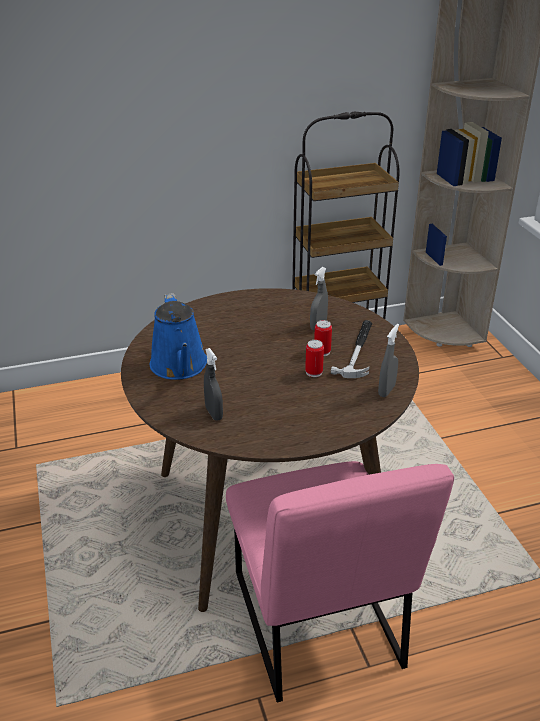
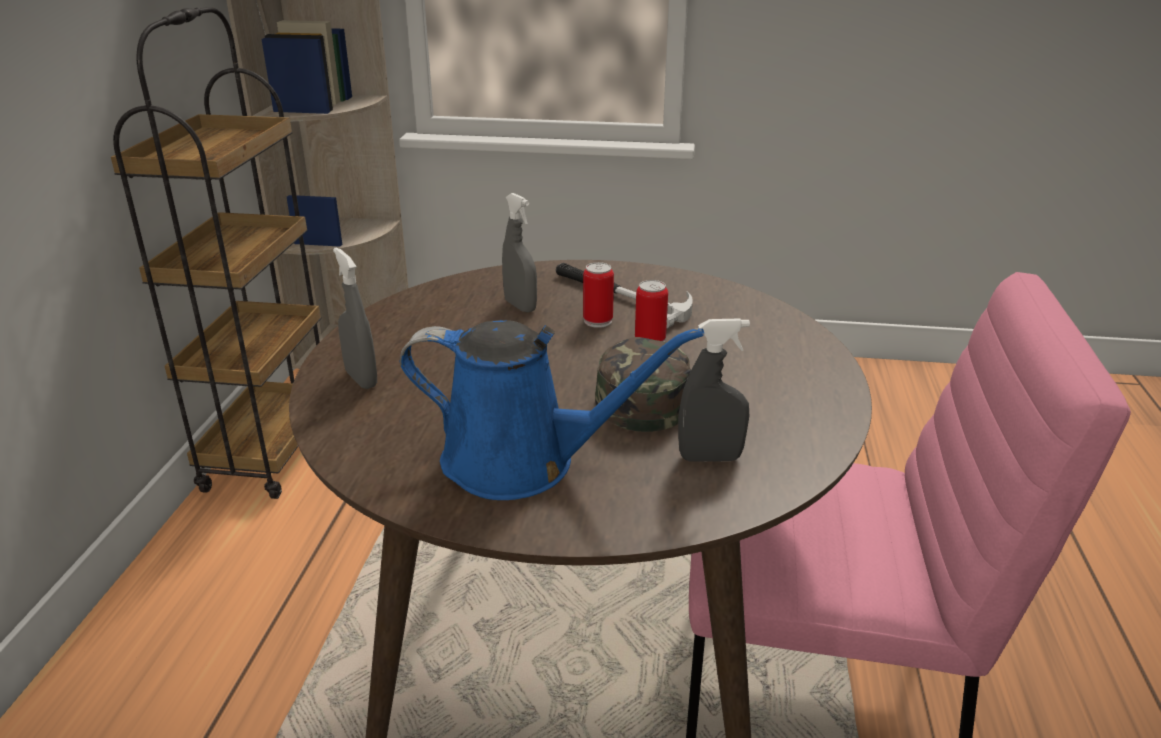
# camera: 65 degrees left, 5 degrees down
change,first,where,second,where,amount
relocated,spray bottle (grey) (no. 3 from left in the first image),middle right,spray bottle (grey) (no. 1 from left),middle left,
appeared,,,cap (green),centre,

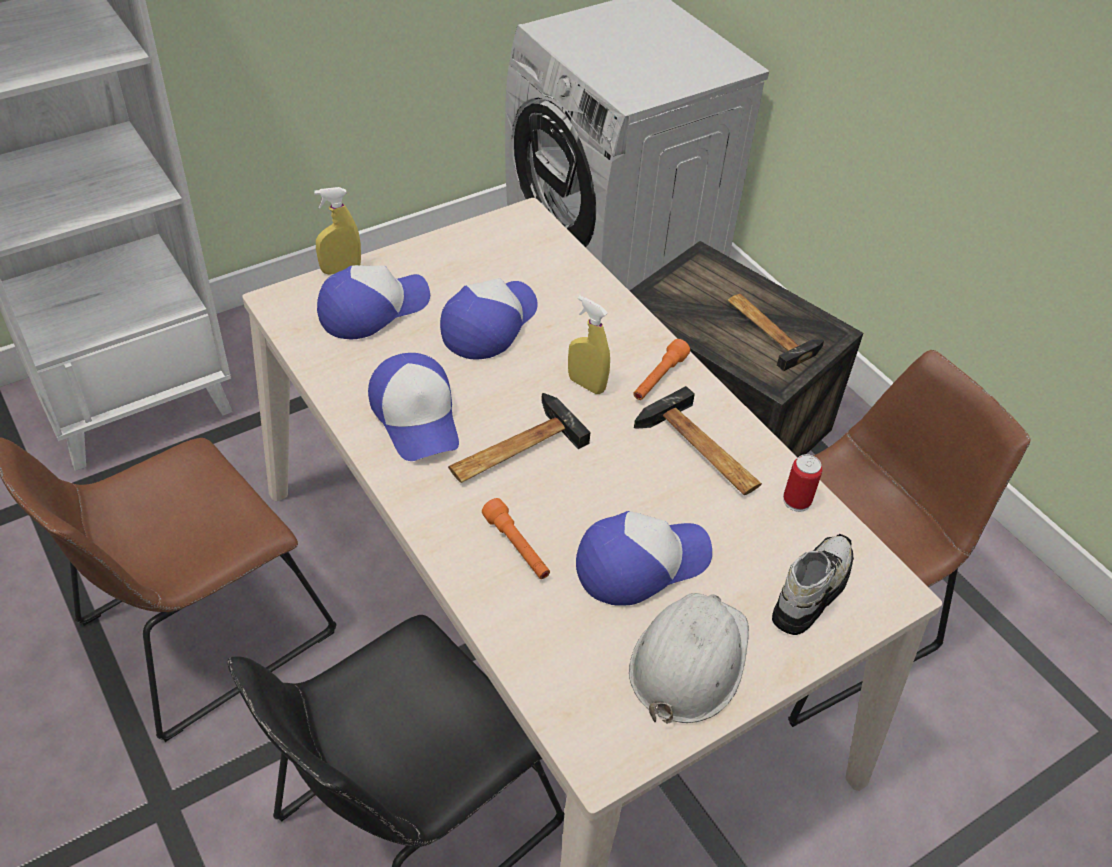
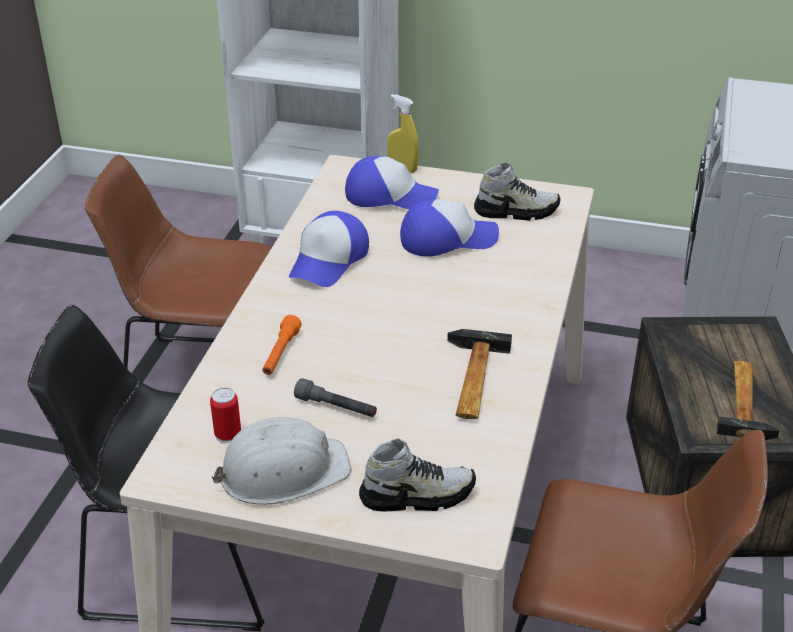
# camera: 50 degrees right, 10 degrees down
change,first,where,second,where,amount
relocated,can,middle right,,middle left,
exchanged,cap (no. 4 from left),centre,flashlight (grey),centre,
appeared,,,shoe (no. 2 from left),top centre,
missing,hammer (no. 1 from left),centre,,,
missing,spray bottle (yellow) (no. 2 from left),centre,,,
missing,flashlight (orange) (no. 2 from left),centre,,,

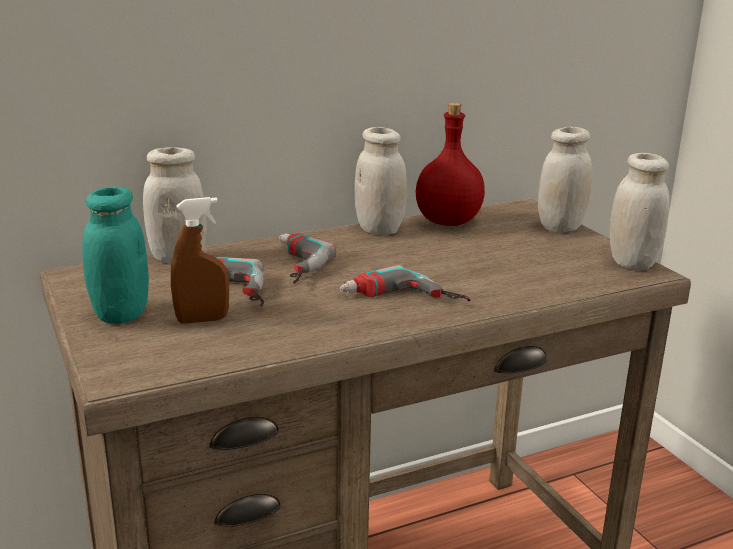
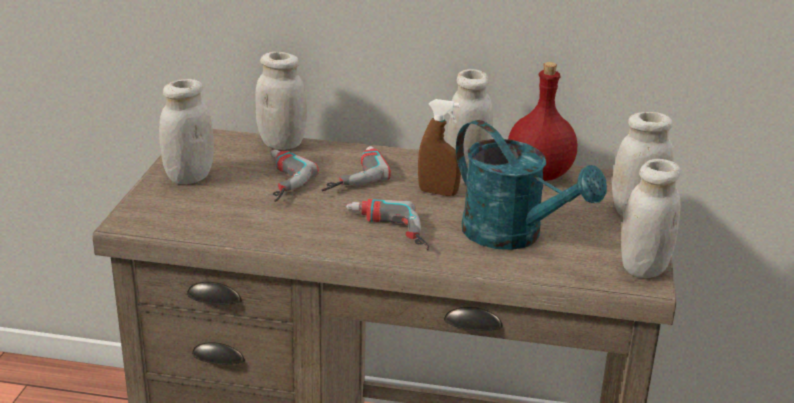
# camera: 35 degrees right, 5 degrees up
change,first,where,second,where,amount
colour,jar (turquoise),middle left,jar (white) (no. 1 from left),top left,
relocated,spray bottle (brown),middle left,,centre,
appeared,,,watering can (turquoise),middle right,

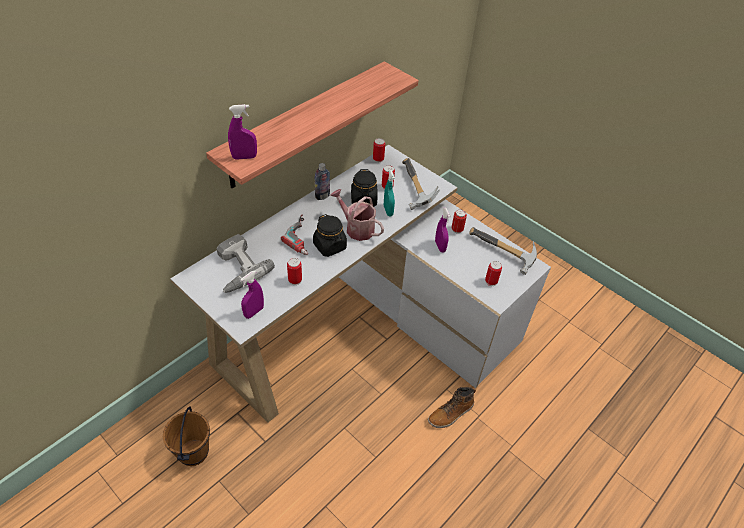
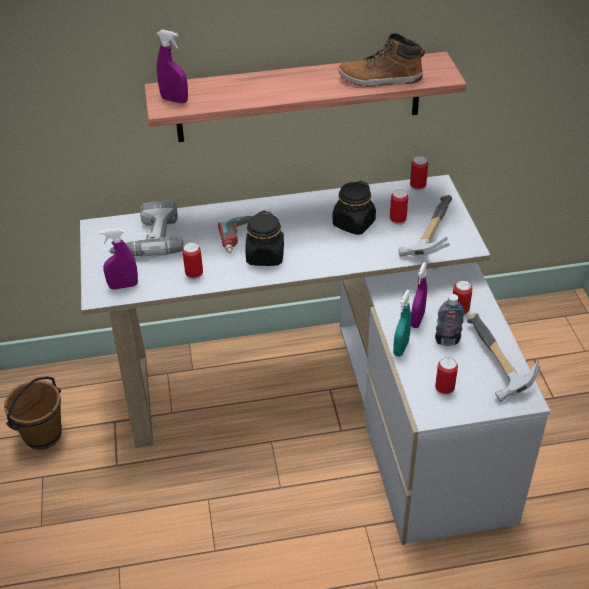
# camera: 40 degrees right, 5 degrees down
change,first,where,second,where,amount
relocated,boot,bottom centre,,top centre,
relocated,spray bottle (turquoise),centre,,middle right,
relocated,bottle,centre,,middle right,
missing,watering can,centre,,,

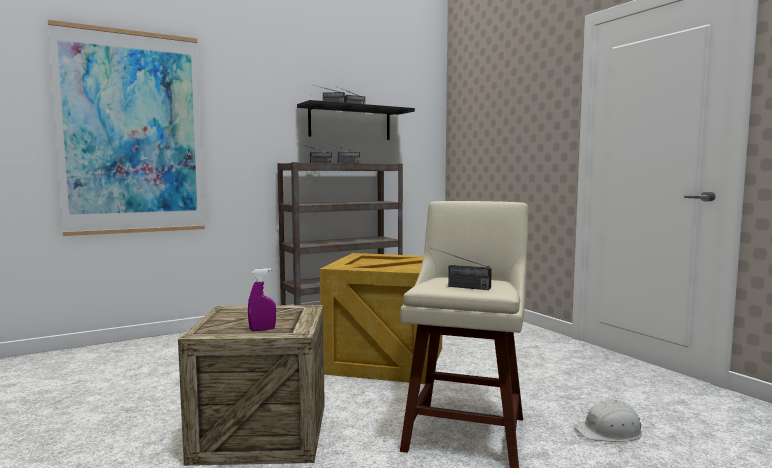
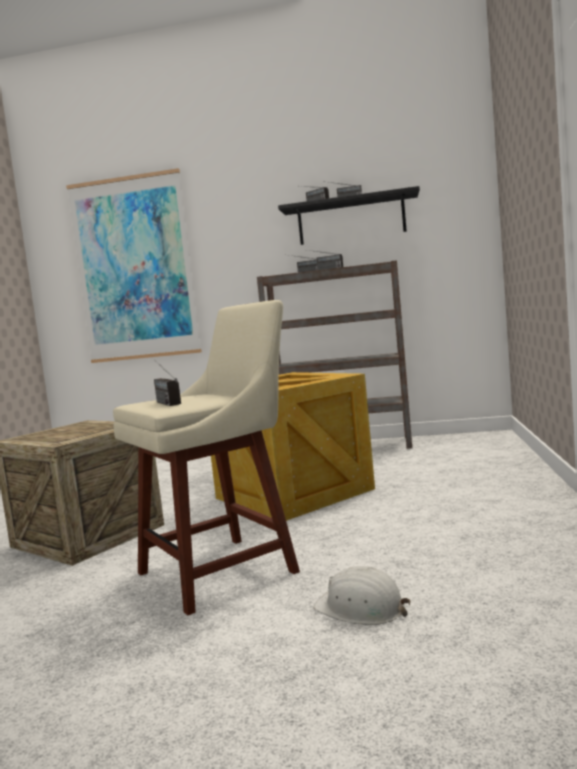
# camera: 40 degrees right, 0 degrees up
change,first,where,second,where,amount
missing,spray bottle (purple),centre,,,

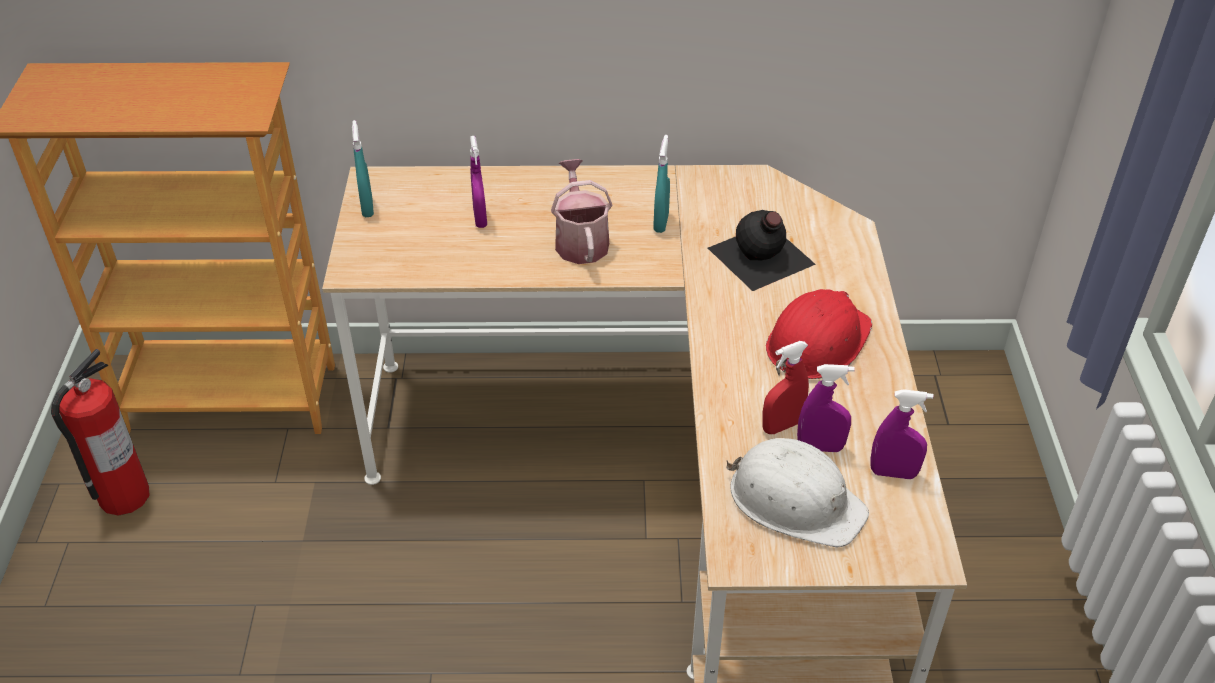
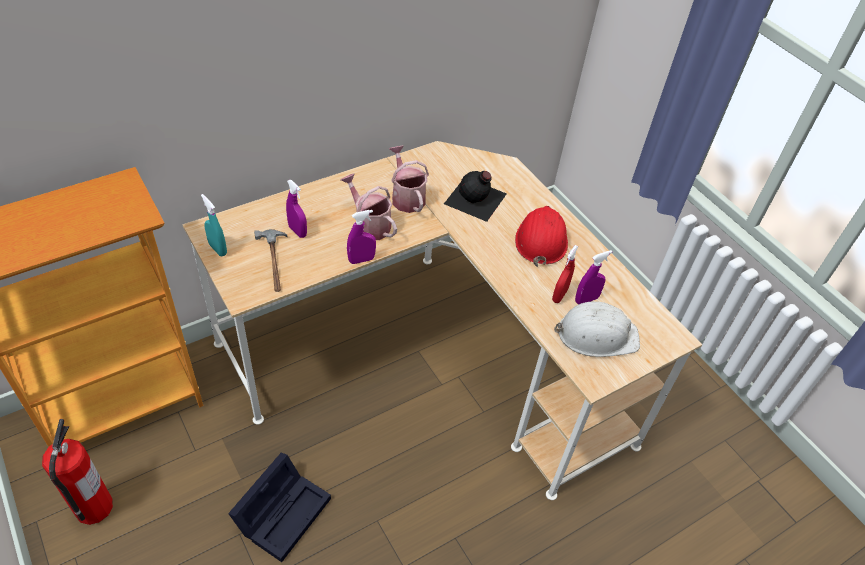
# camera: 35 degrees left, 5 degrees up
change,first,where,second,where,amount
appeared,,,storage box (black),bottom left,
appeared,,,hammer,middle left,
relocated,spray bottle (purple) (no. 3 from left in the first image),middle right,spray bottle (purple) (no. 2 from left),centre,
exchanged,spray bottle (turquoise) (no. 2 from left),top centre,watering can (no. 2 from left),top centre,

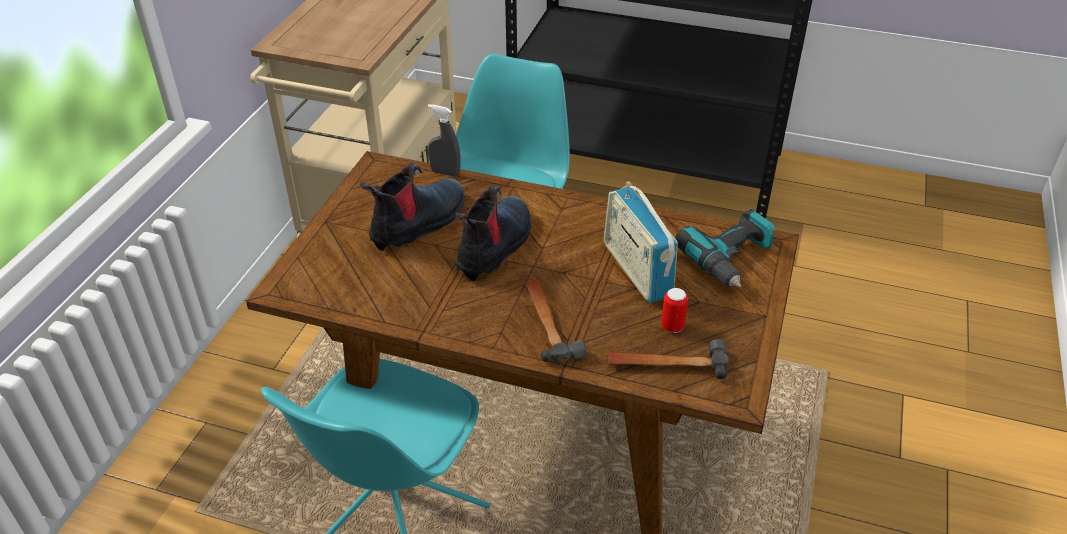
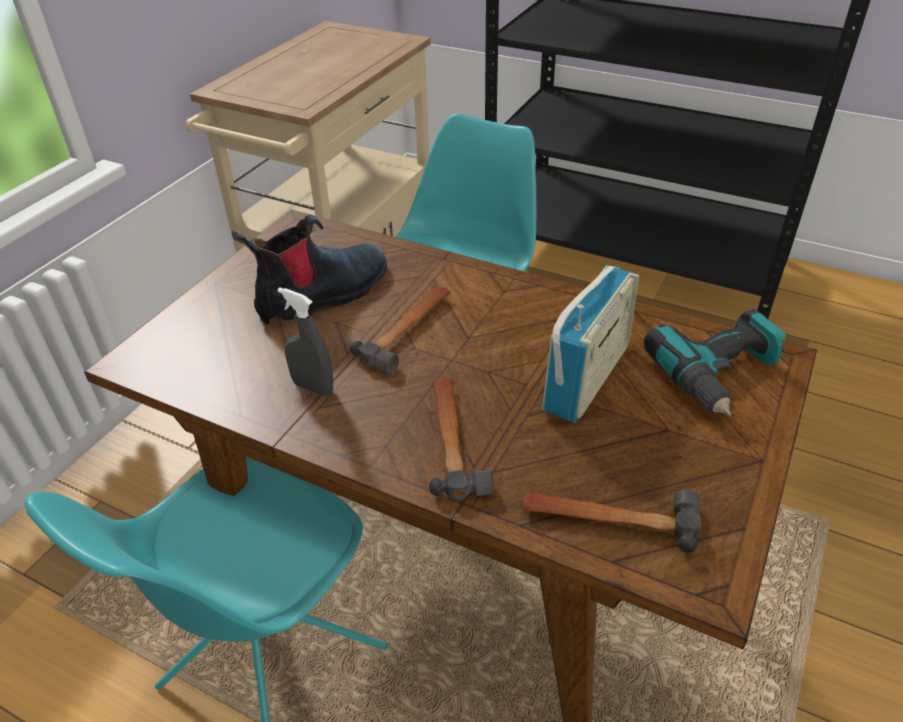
# camera: 10 degrees right, 0 degrees up
change,first,where,second,where,amount
relocated,spray bottle (grey),top centre,,centre,
exchanged,boot (no. 2 from left),centre,hammer (no. 1 from left),centre,
spun,radio,centre,,centre,135 degrees counterclockwise
missing,can,centre,,,

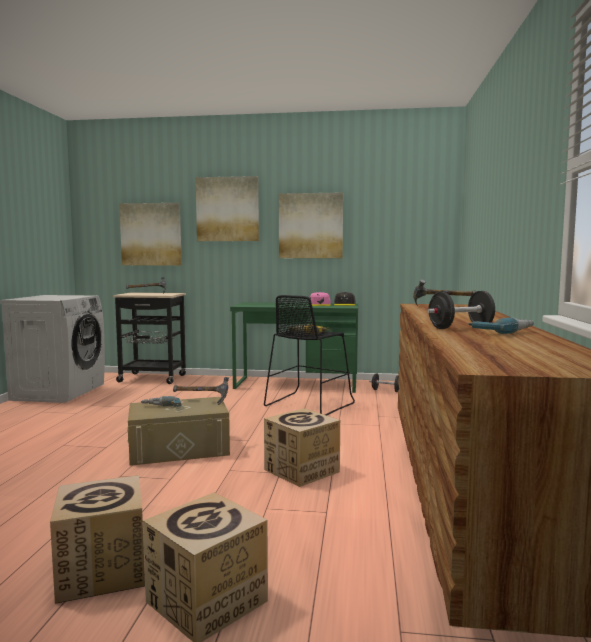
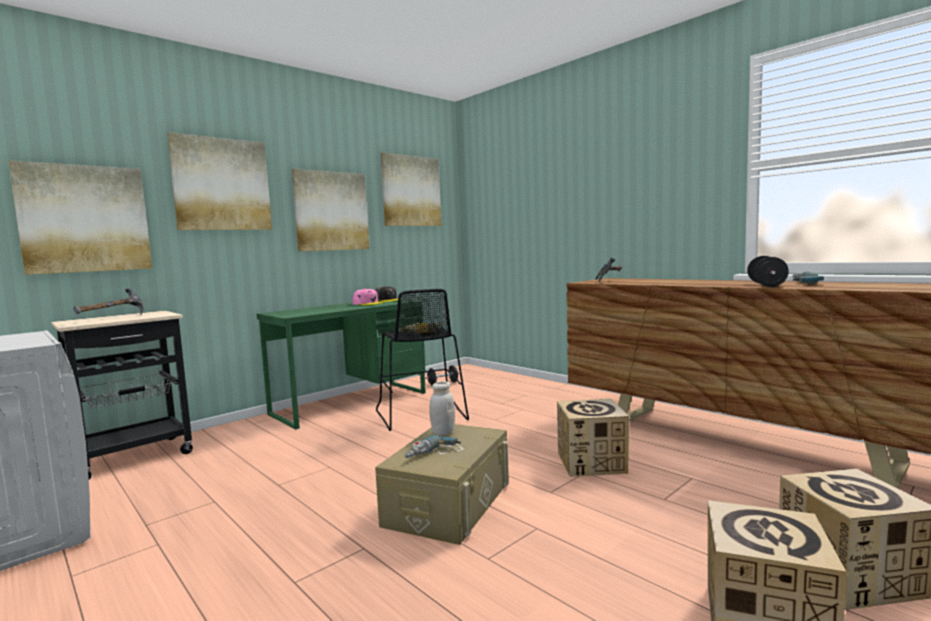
# camera: 50 degrees left, 0 degrees up
change,first,where,second,where,amount
appeared,,,picture (no. 4 from left),top centre,
exchanged,hammer (no. 2 from left),centre,jar (white),centre,

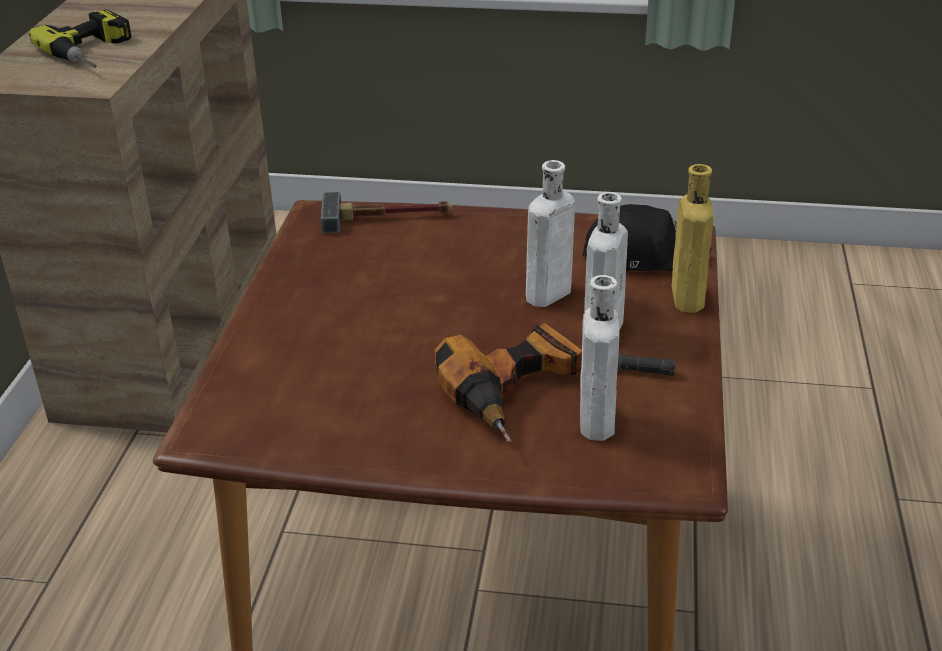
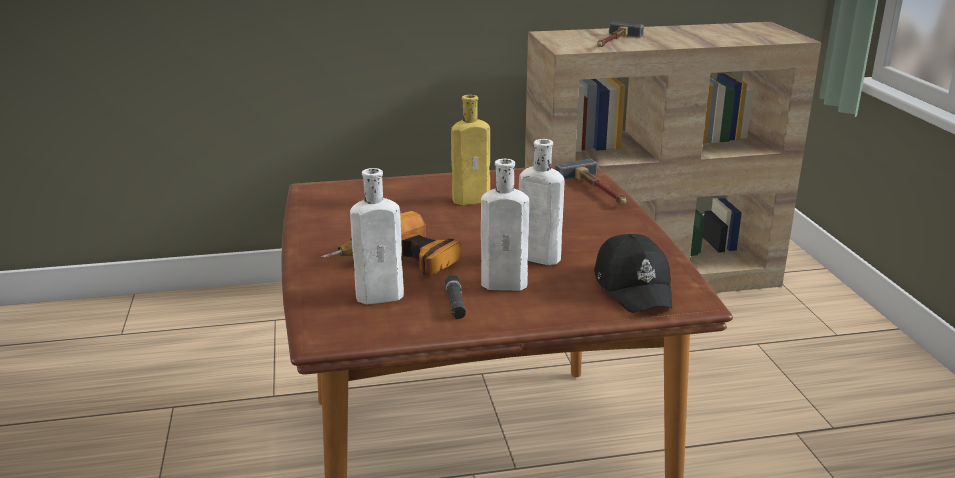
# camera: 70 degrees right, 10 degrees down
change,first,where,second,where,amount
relocated,bottle (yellow),middle right,,top centre,
exchanged,power drill (no. 1 from left),top left,hammer (no. 2 from left),top centre,

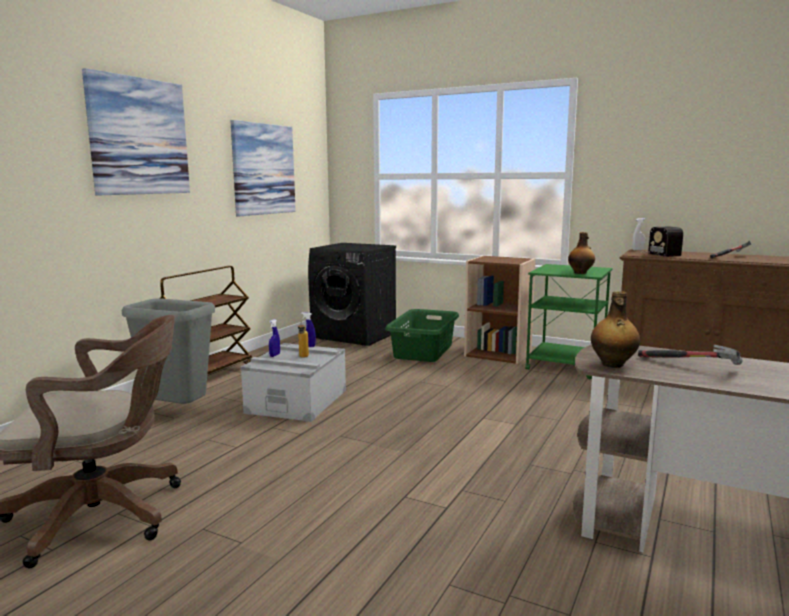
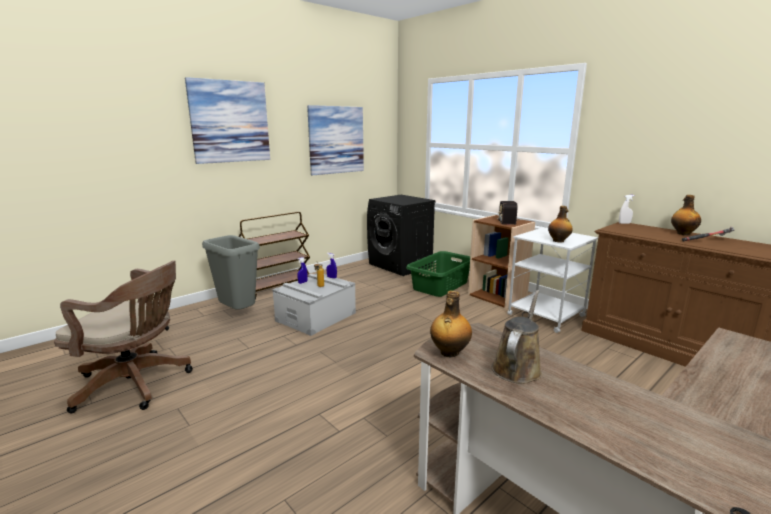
# camera: 20 degrees right, 5 degrees up
change,first,where,second,where,amount
exchanged,hammer (no. 1 from left),middle right,watering can (brown),middle right,
relocated,radio,middle right,,centre,
colour,cart (green),middle right,cart (white),middle right,
appeared,,,bottle (no. 4 from left),middle right,

